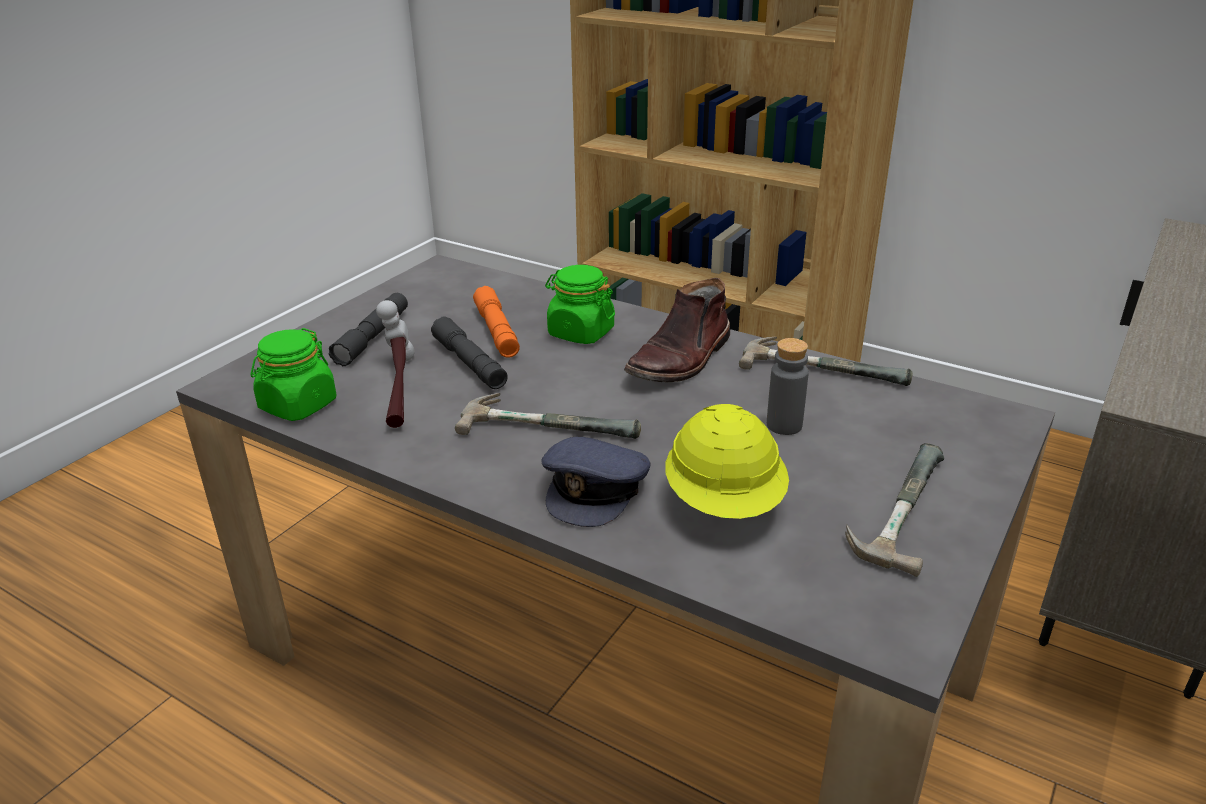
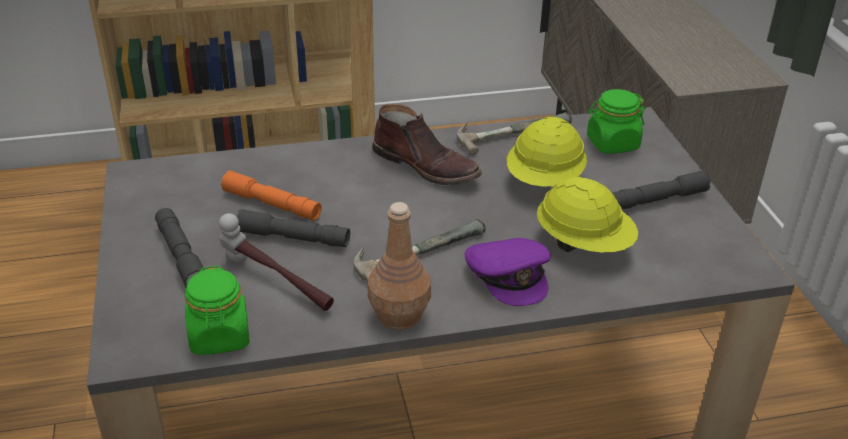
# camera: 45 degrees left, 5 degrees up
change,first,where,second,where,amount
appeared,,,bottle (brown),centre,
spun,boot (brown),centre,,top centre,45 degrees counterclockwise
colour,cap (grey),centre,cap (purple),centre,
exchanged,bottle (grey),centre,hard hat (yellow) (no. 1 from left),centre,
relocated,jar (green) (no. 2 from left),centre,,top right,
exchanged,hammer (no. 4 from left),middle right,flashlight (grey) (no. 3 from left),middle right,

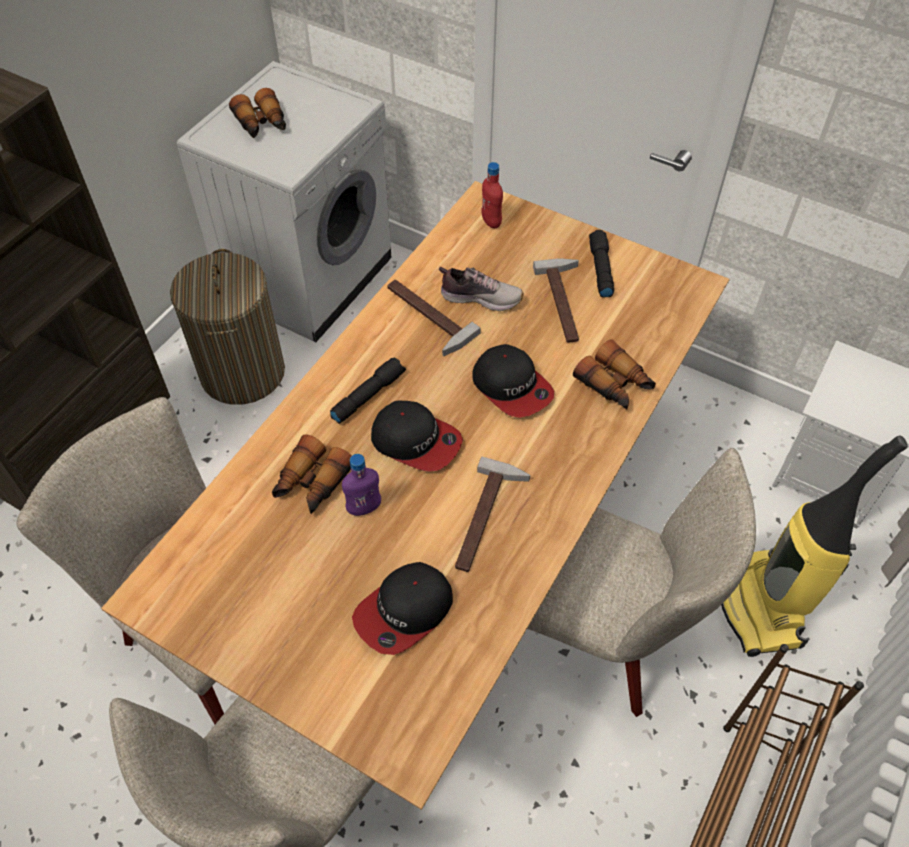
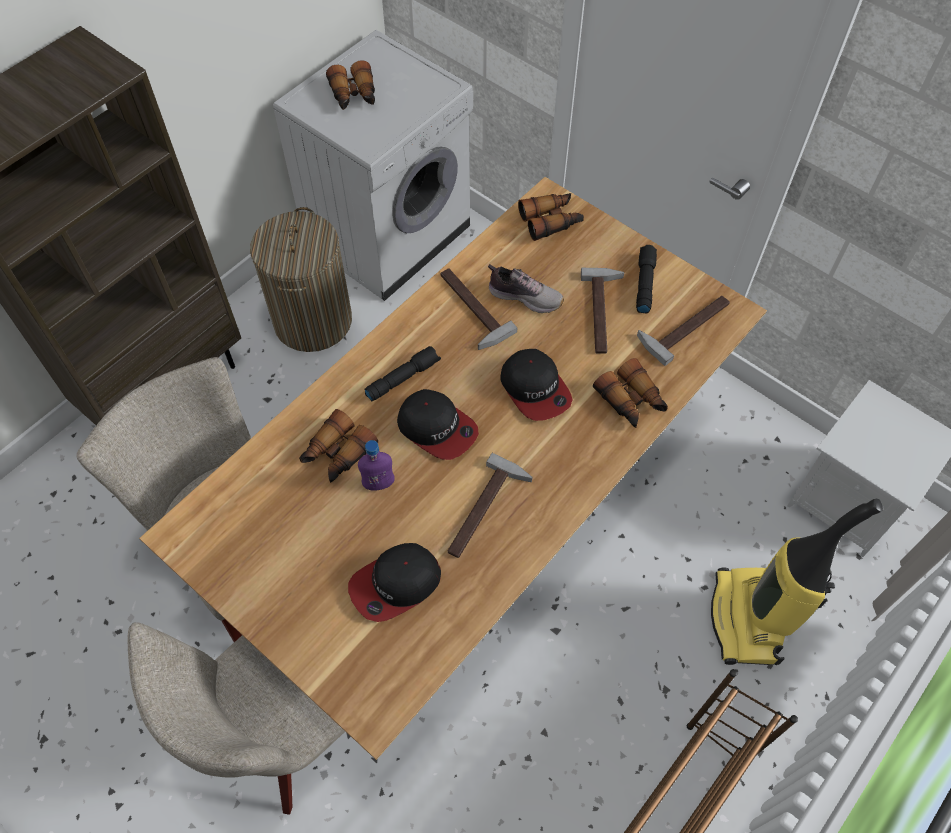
# camera: 10 degrees right, 5 degrees up
change,first,where,second,where,amount
exchanged,bottle (red),top centre,binoculars (no. 3 from left),top centre,
appeared,,,hammer (no. 4 from left),middle right,
missing,chair (beige) (no. 3 from left),bottom right,,,

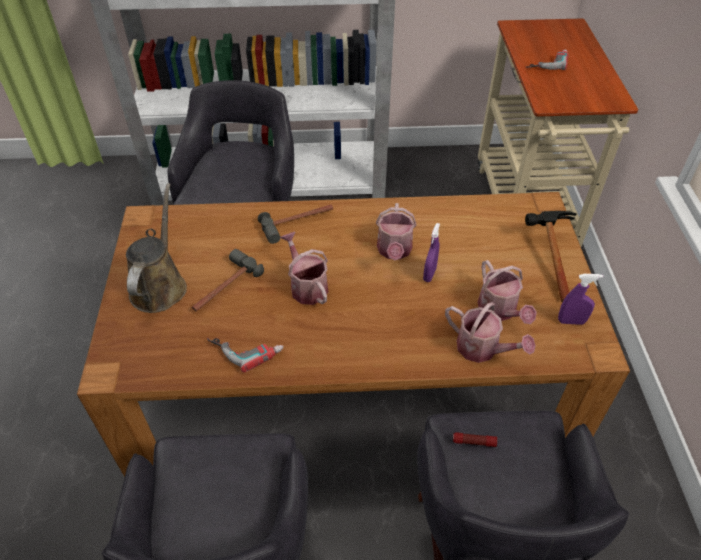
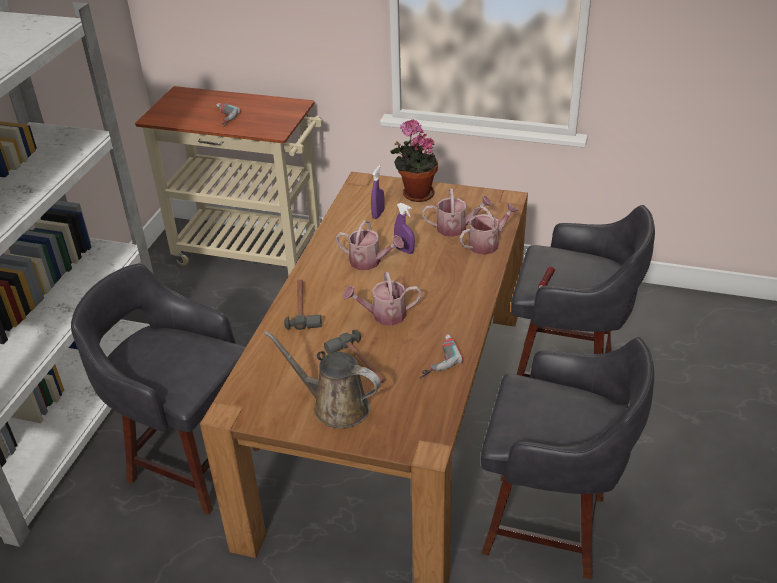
# camera: 70 degrees left, 10 degrees down
change,first,where,second,where,amount
relocated,spray bottle (purple) (no. 2 from left in the first image),middle right,spray bottle (purple) (no. 1 from left),top centre,
exchanged,hammer (no. 3 from left),middle right,potted plant,top centre,

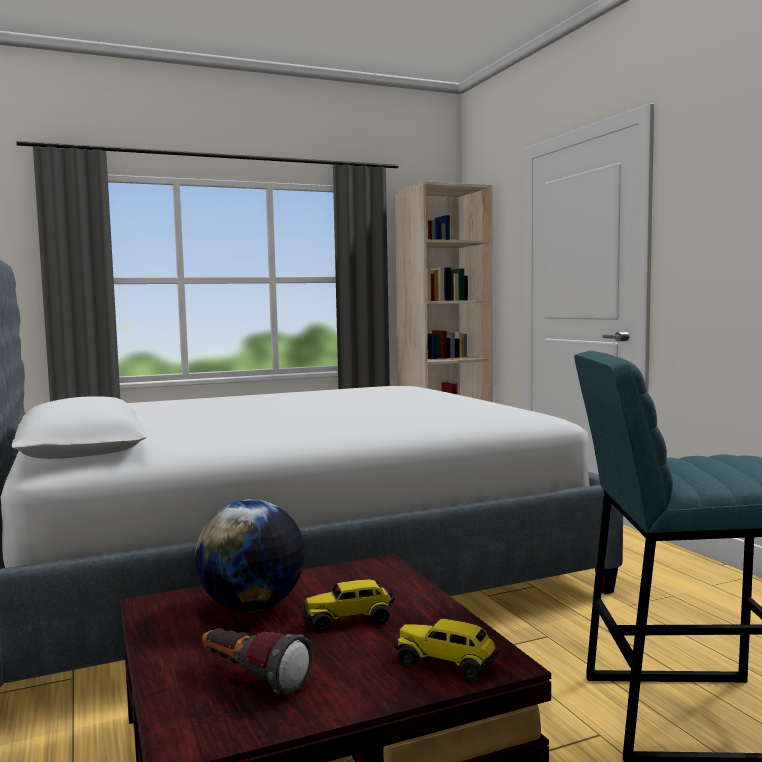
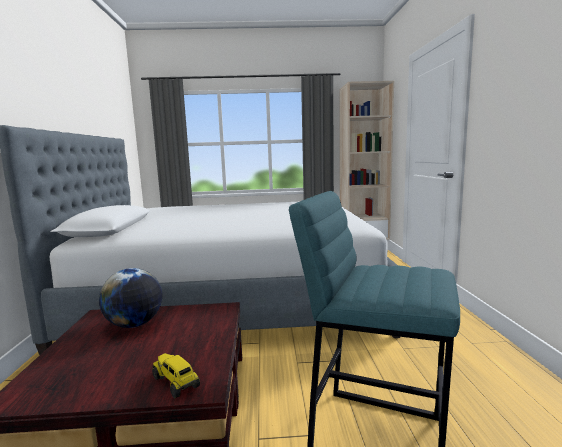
# camera: 20 degrees right, 5 degrees up
change,first,where,second,where,amount
missing,flashlight,bottom centre,,,
missing,toy truck (no. 1 from left),bottom centre,,,

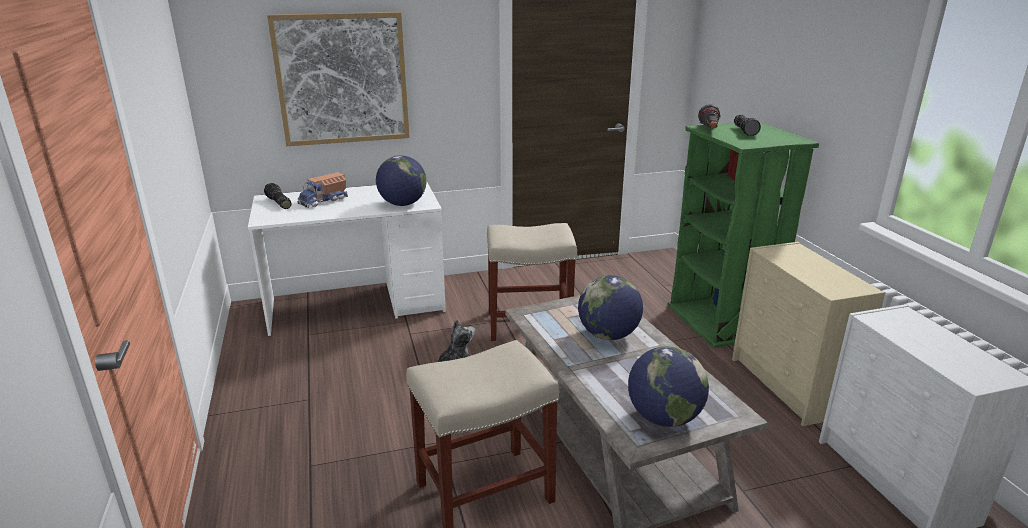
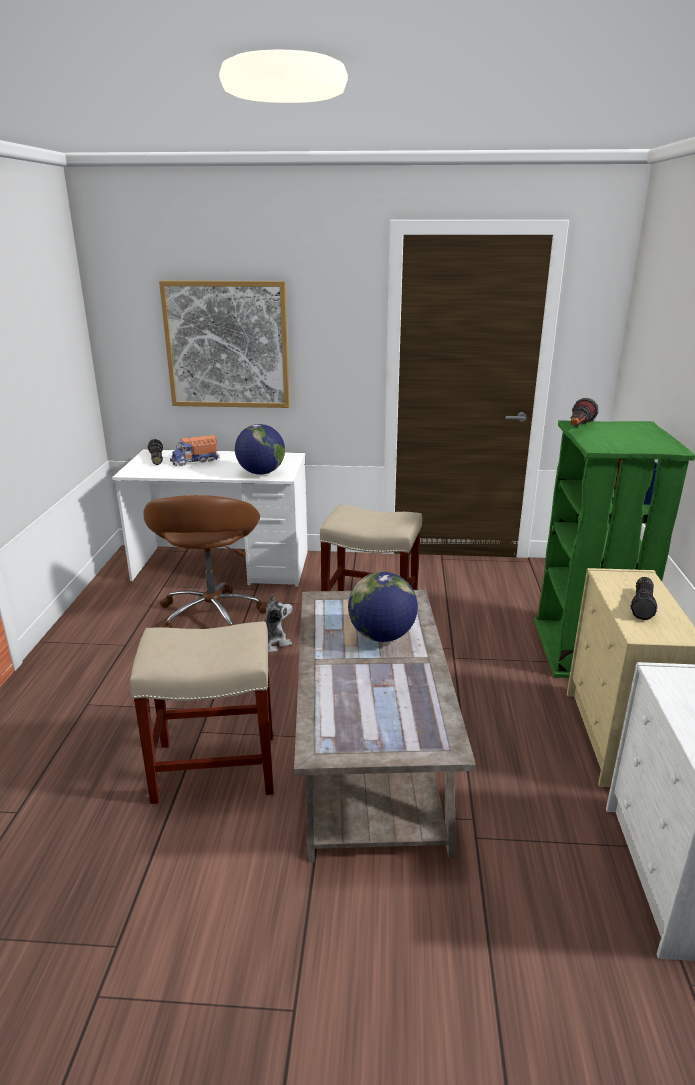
# camera: 20 degrees right, 0 degrees up
change,first,where,second,where,amount
appeared,,,office chair (brown),middle left,
relocated,flashlight (no. 3 from left),top right,,middle right,
missing,globe (no. 3 from left),bottom centre,,,

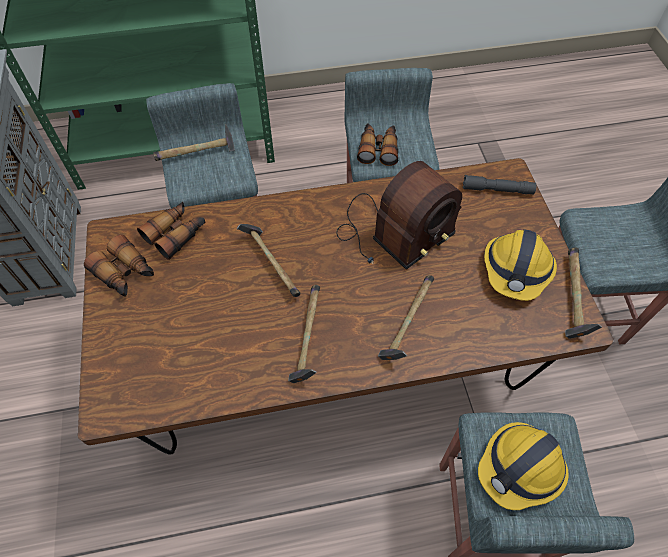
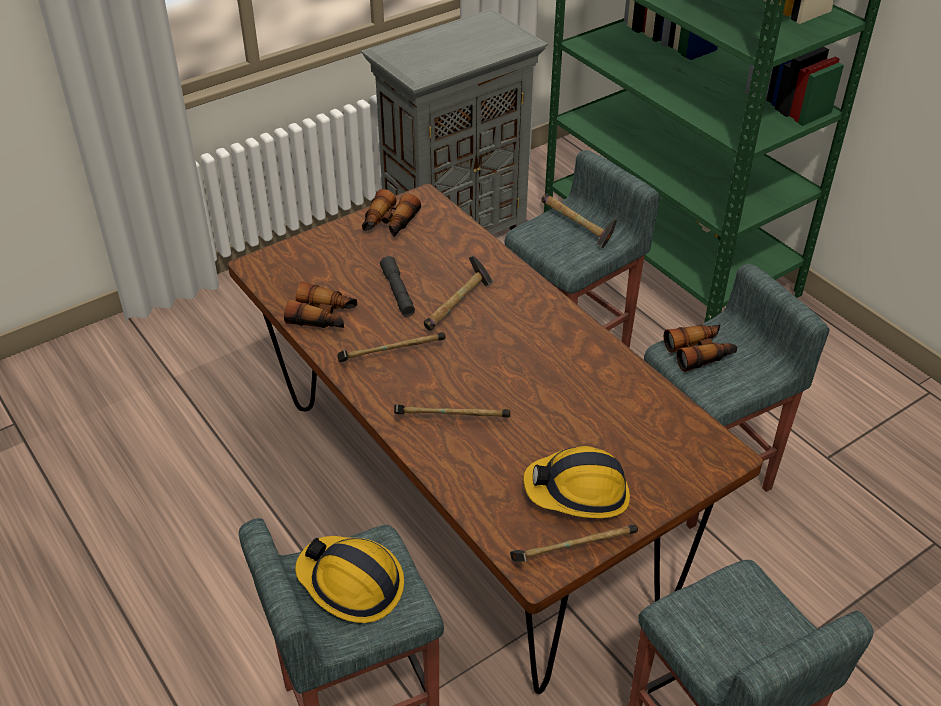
# camera: 65 degrees right, 15 degrees down
change,first,where,second,where,amount
relocated,binoculars (no. 2 from left in the first image),middle left,binoculars (no. 1 from left),centre,
relocated,flashlight (grey),top right,,centre,
missing,radio,centre,,,

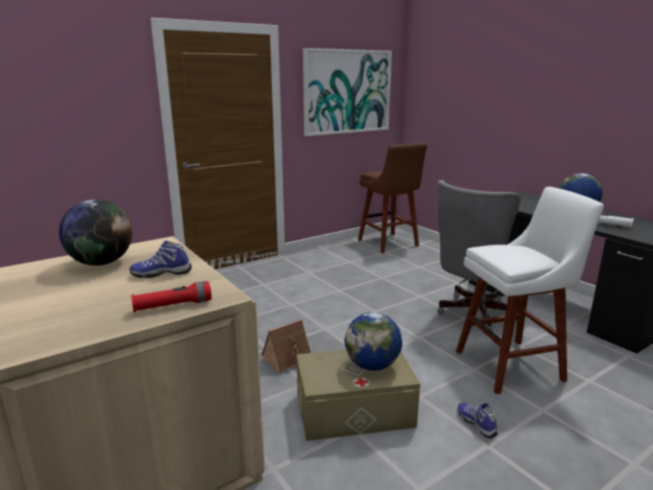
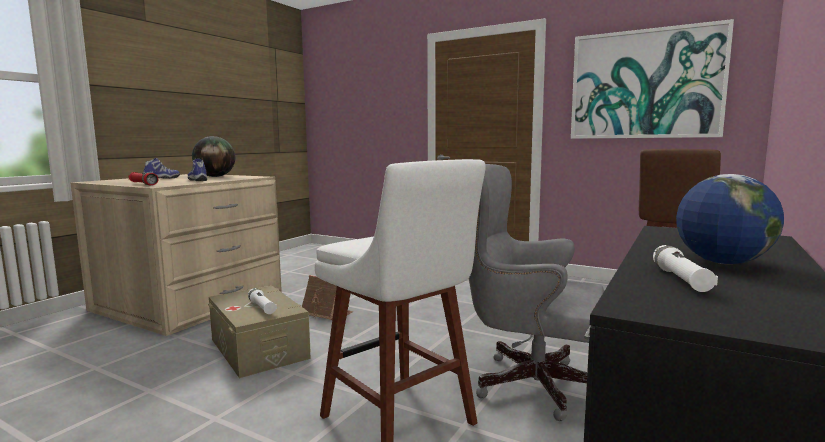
# camera: 65 degrees right, 10 degrees down
change,first,where,second,where,amount
relocated,shoe (no. 2 from left in the first image),bottom right,shoe (no. 1 from left),middle left,
exchanged,globe (no. 2 from left),bottom centre,flashlight (white) (no. 1 from left),bottom left,

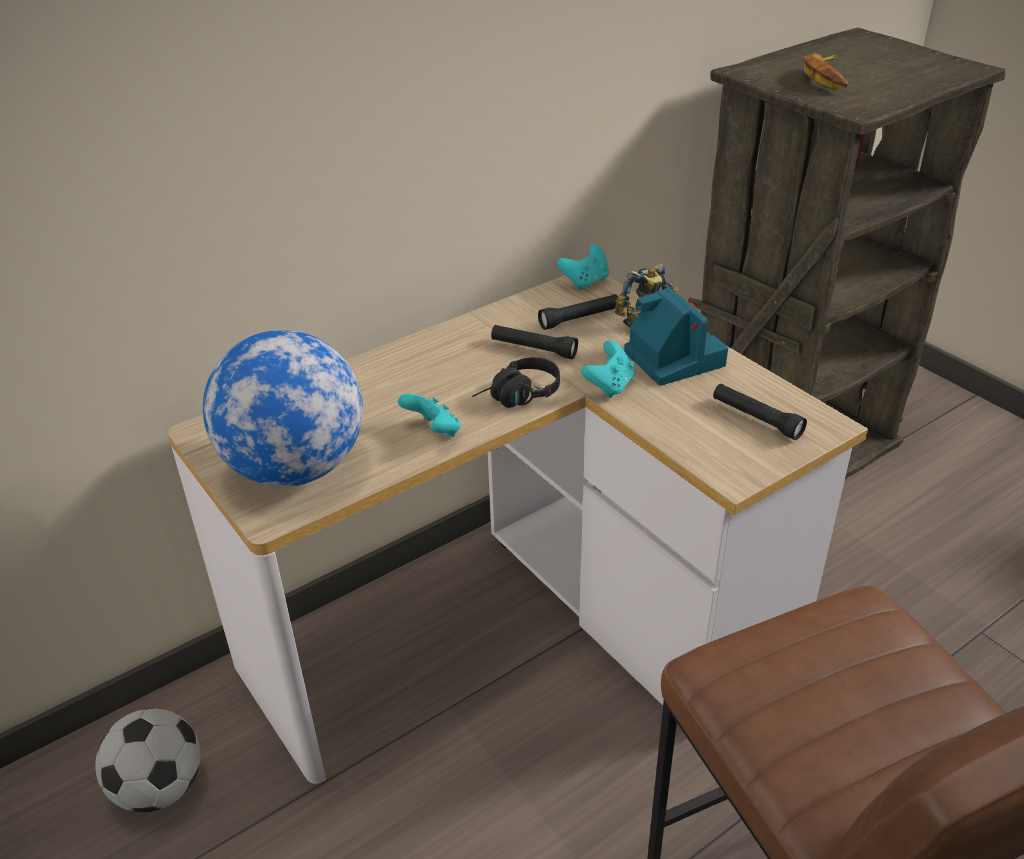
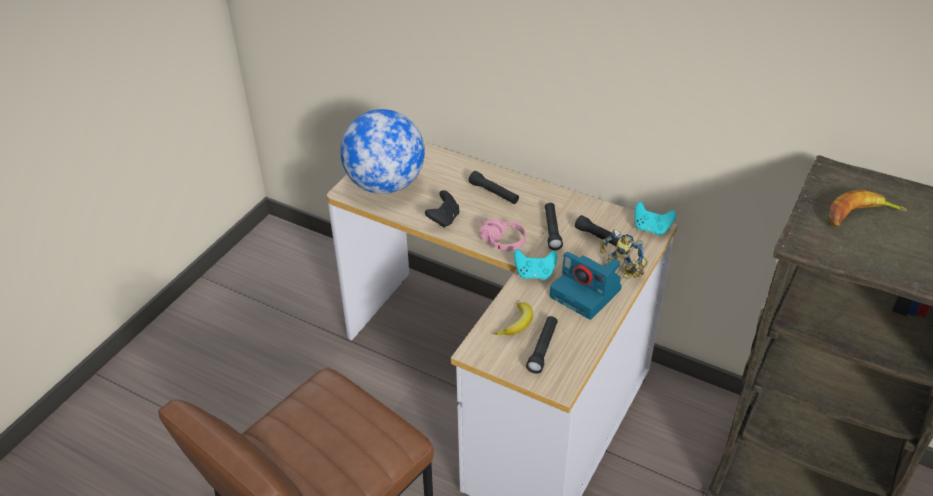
# camera: 65 degrees right, 5 degrees up
change,first,where,second,where,amount
colour,game controller (turquoise) (no. 1 from left),centre,game controller (black),centre,
appeared,,,flashlight (black) (no. 1 from left),centre,
colour,headphones (black),centre,headphones (pink),centre,
appeared,,,banana (no. 1 from left),centre,
spun,photo camera,centre,,centre,90 degrees clockwise
missing,football,bottom left,,,

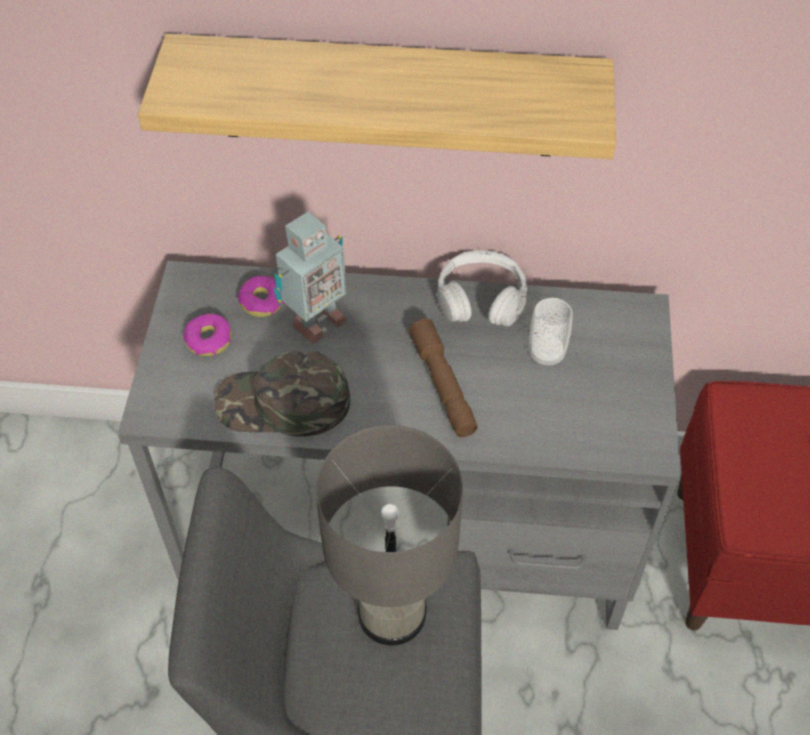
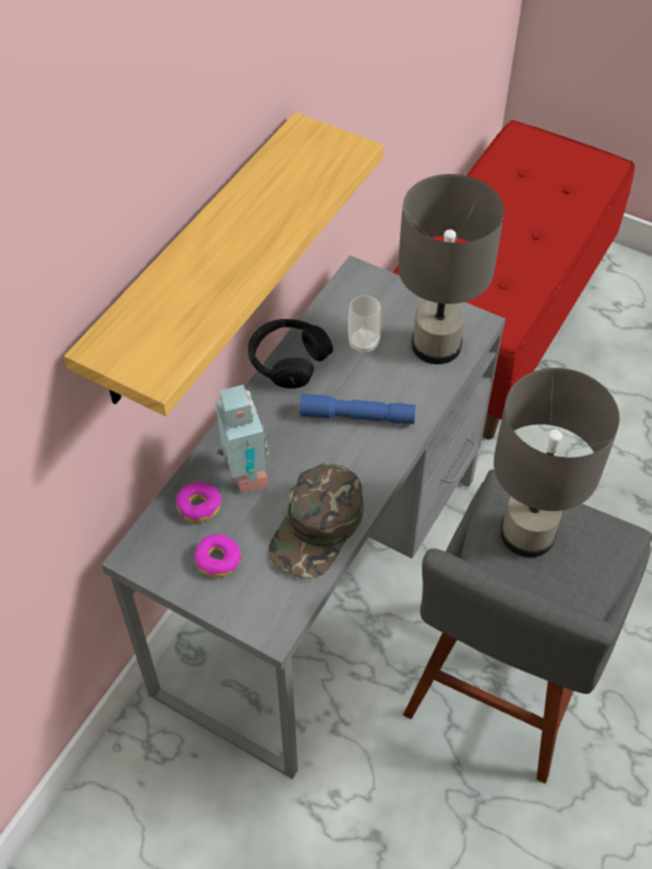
# camera: 65 degrees left, 0 degrees up
change,first,where,second,where,amount
colour,headphones (white),centre,headphones (black),centre,
colour,flashlight (brown),centre,flashlight (blue),centre,
appeared,,,table lamp (grey) (no. 1 from left),top right,

